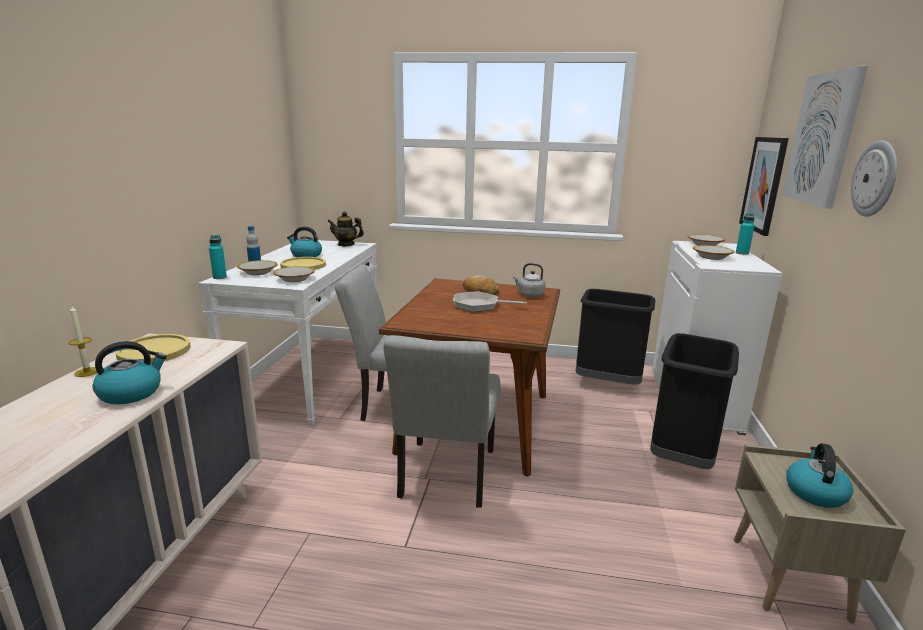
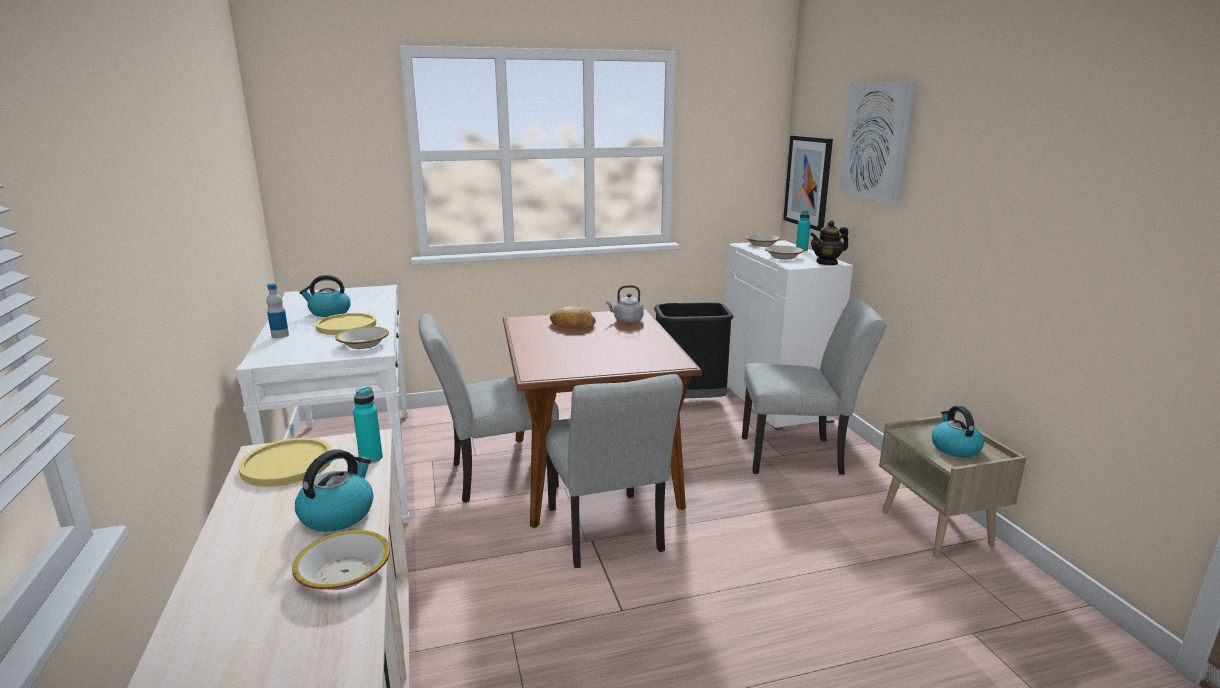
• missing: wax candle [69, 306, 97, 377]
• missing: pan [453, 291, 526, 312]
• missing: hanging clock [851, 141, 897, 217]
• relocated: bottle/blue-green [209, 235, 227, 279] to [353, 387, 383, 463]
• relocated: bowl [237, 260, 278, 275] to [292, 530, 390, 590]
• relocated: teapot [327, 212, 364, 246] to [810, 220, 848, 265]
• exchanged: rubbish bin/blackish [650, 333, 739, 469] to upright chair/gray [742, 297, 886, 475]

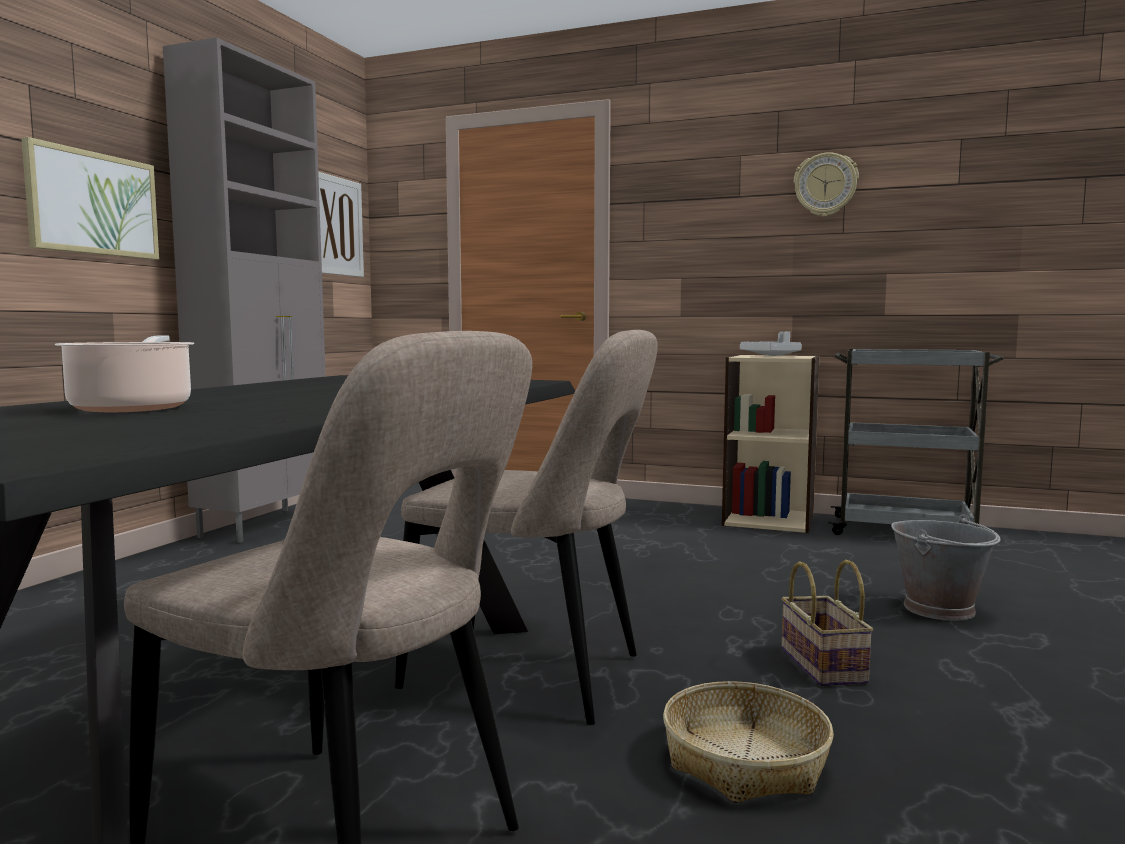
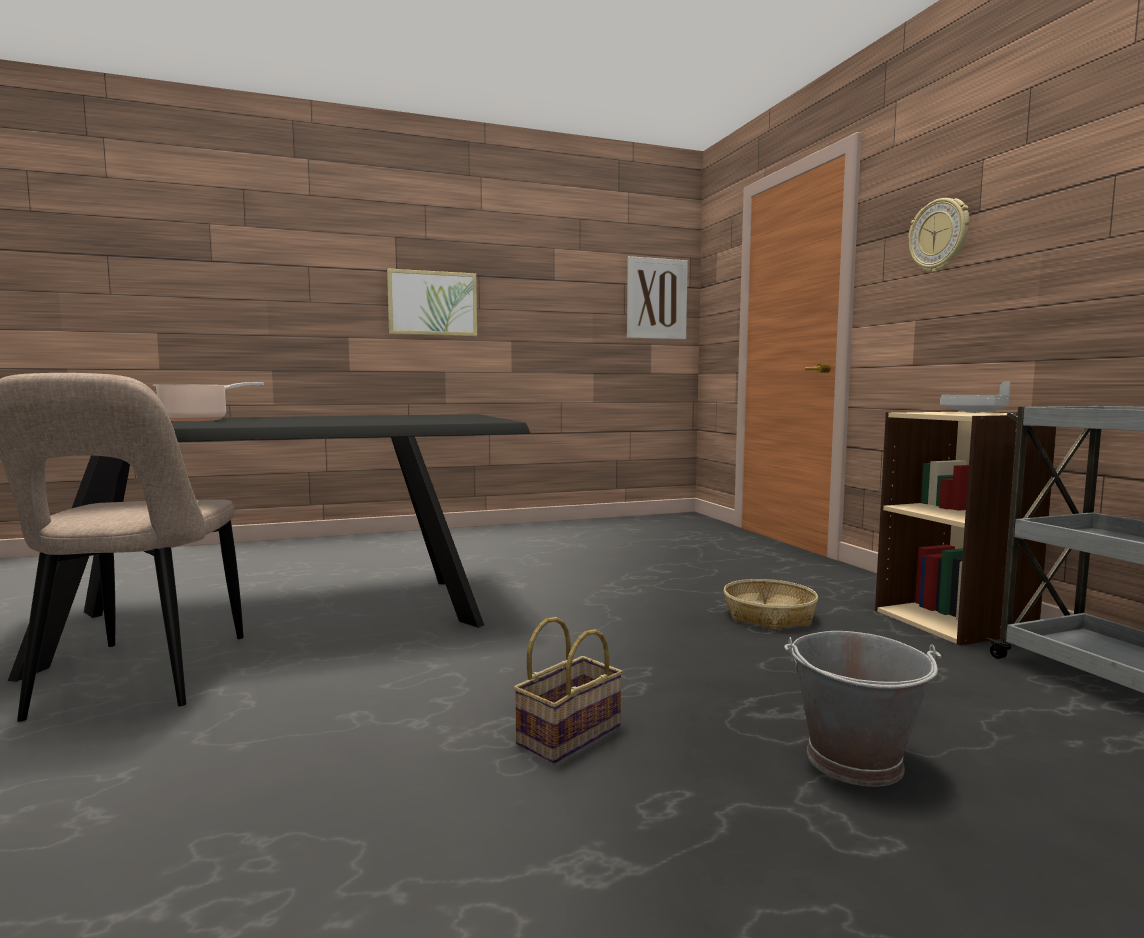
• missing: cupboard/gray [163, 37, 326, 543]
• missing: upright chair/sand-coloured [395, 330, 657, 725]
• relocated: storage basket [663, 681, 834, 803] to [724, 579, 818, 630]
• relocated: hanging clock [794, 152, 859, 217] to [908, 198, 969, 272]

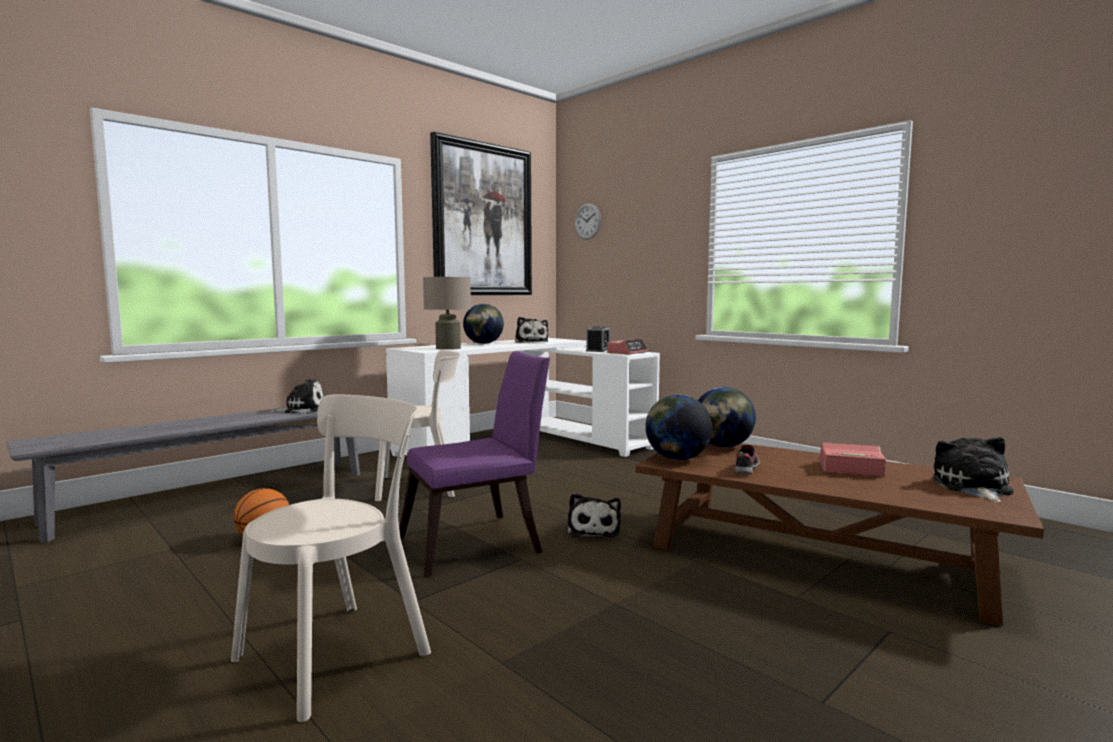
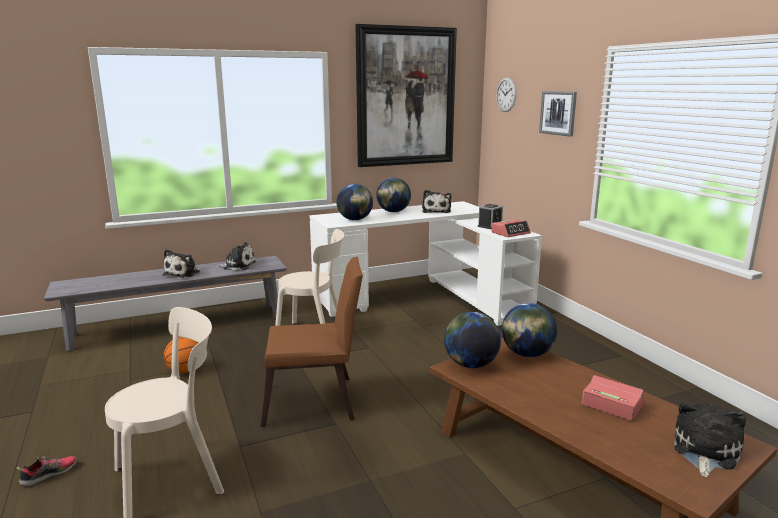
• appeared: picture [539, 91, 577, 137]
• relocated: cuddly toy [568, 493, 621, 537] to [163, 249, 200, 278]
• relocated: item of footwear [735, 444, 760, 474] to [16, 456, 77, 487]
• exchanged: lamp for a table/sand-coloured [423, 277, 471, 350] to globe [336, 184, 373, 220]
• colour: upright chair/purplish [399, 351, 550, 577] to upright chair/brownish [261, 257, 363, 427]

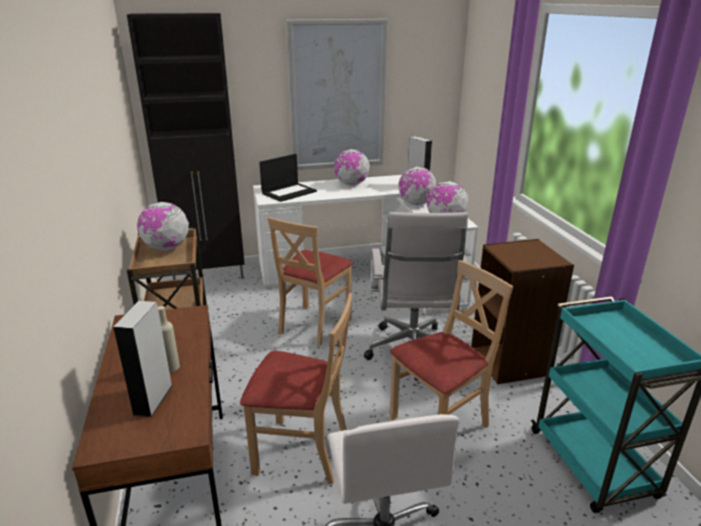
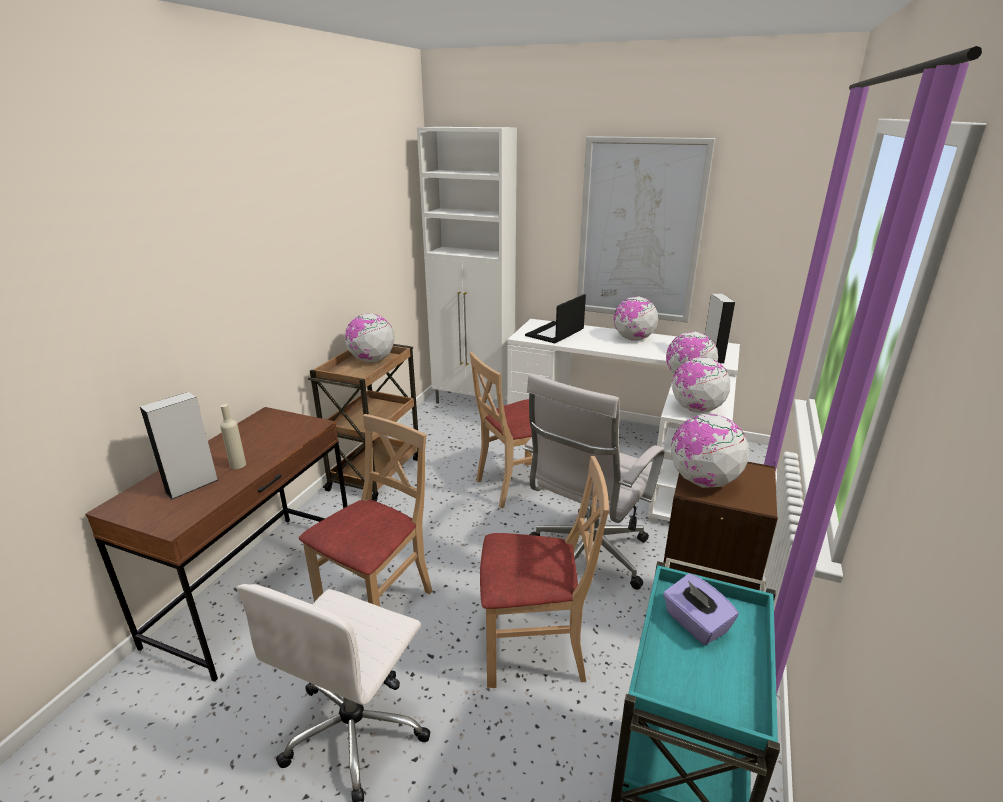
• appeared: tissue holder/purplish [663, 573, 739, 645]
• appeared: globe [671, 414, 749, 488]
• colour: cupboard/blackish [127, 13, 245, 280] to cupboard/whitish [417, 127, 517, 404]
• spun: upright chair/sand-coloured [240, 293, 352, 484] = [299, 414, 432, 607] 105 degrees counterclockwise
• spun: laptop [259, 154, 317, 202] = [525, 294, 586, 343] 135 degrees clockwise

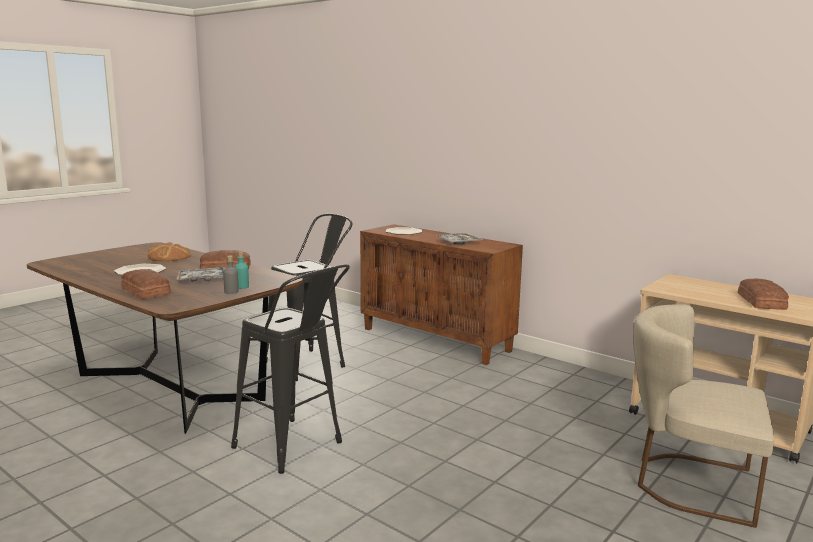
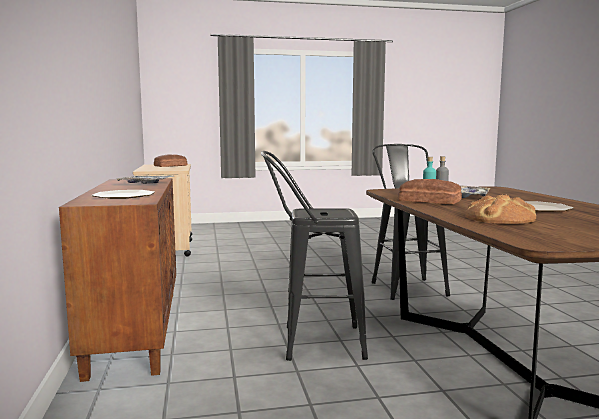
• missing: bakery bread [121, 269, 171, 299]
• missing: upright chair/sand-coloured [633, 304, 774, 528]

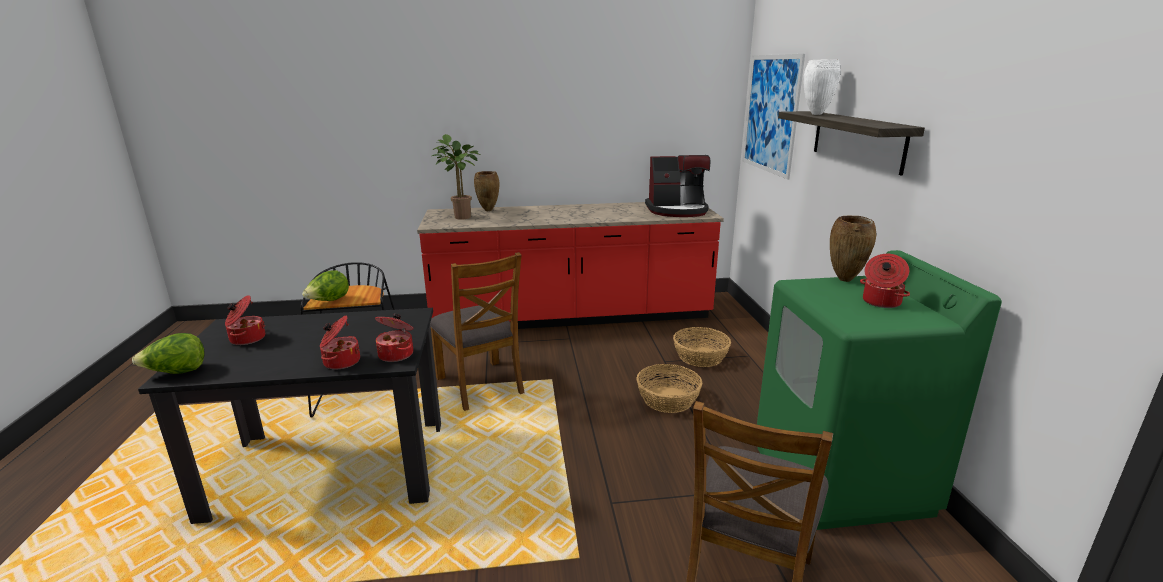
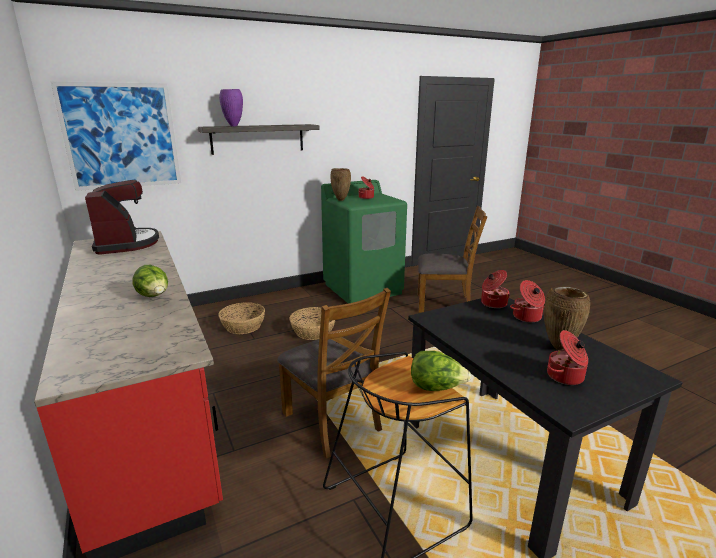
• missing: houseplant [432, 134, 480, 220]
• relocated: lettuce [132, 333, 205, 374] to [132, 265, 168, 297]
• relocated: vase/brownish [474, 171, 499, 211] to [544, 286, 590, 350]
• colour: vase/whitish [804, 60, 841, 115] to vase/purplish [219, 89, 243, 126]
• spun: upright chair/brownish [430, 252, 525, 411] = [277, 288, 391, 459] 105 degrees clockwise

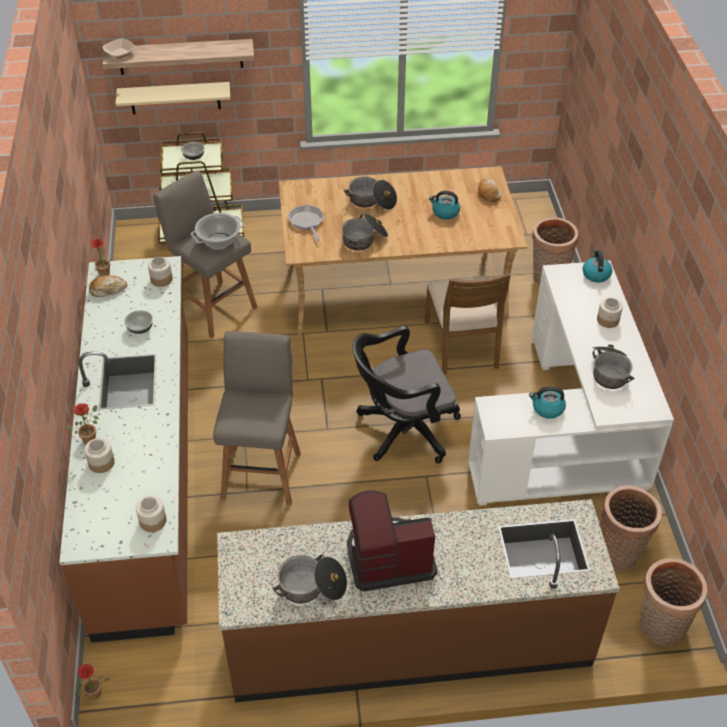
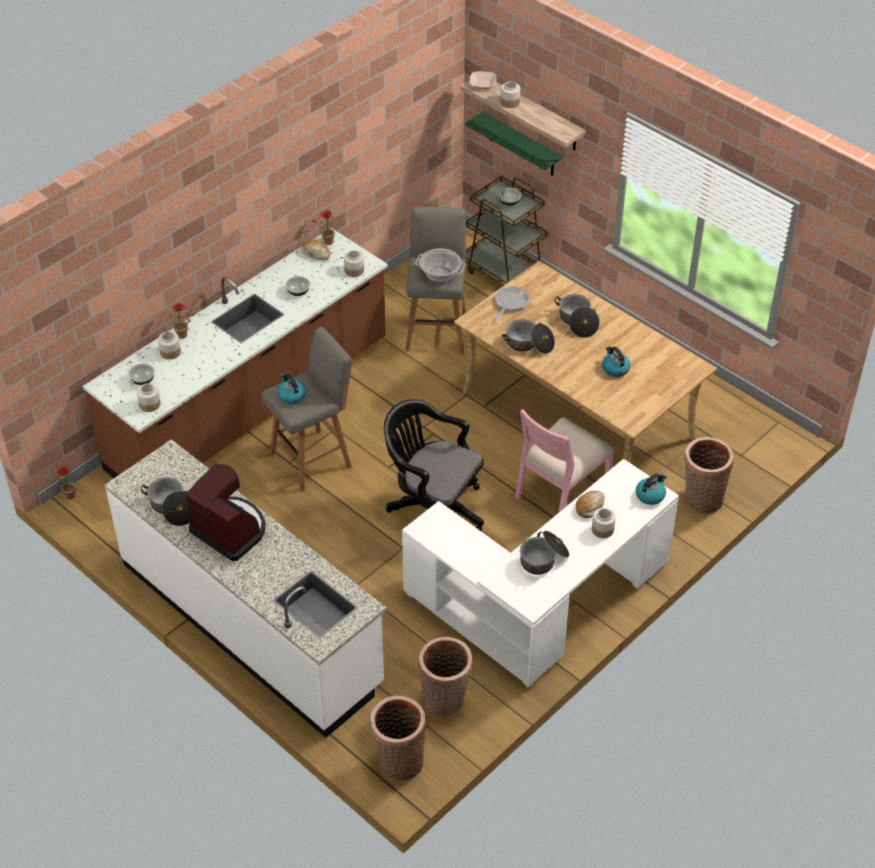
• appeared: bowl [129, 364, 154, 385]
• appeared: preserve jar [501, 81, 520, 108]
• relocated: bakery bread [478, 179, 501, 202] to [576, 491, 604, 518]
• relocated: kettle [529, 386, 566, 419] to [278, 373, 306, 404]
• colour: bracket shelf/sand-coloured [115, 82, 230, 114] to bracket shelf/greenish [465, 112, 563, 176]
• colour: kitchen base unit/brownish [217, 499, 620, 702] to kitchen base unit/whitish [104, 439, 387, 738]
• colour: upright chair/brownish [425, 273, 510, 374] to upright chair/pinkish [515, 409, 614, 513]

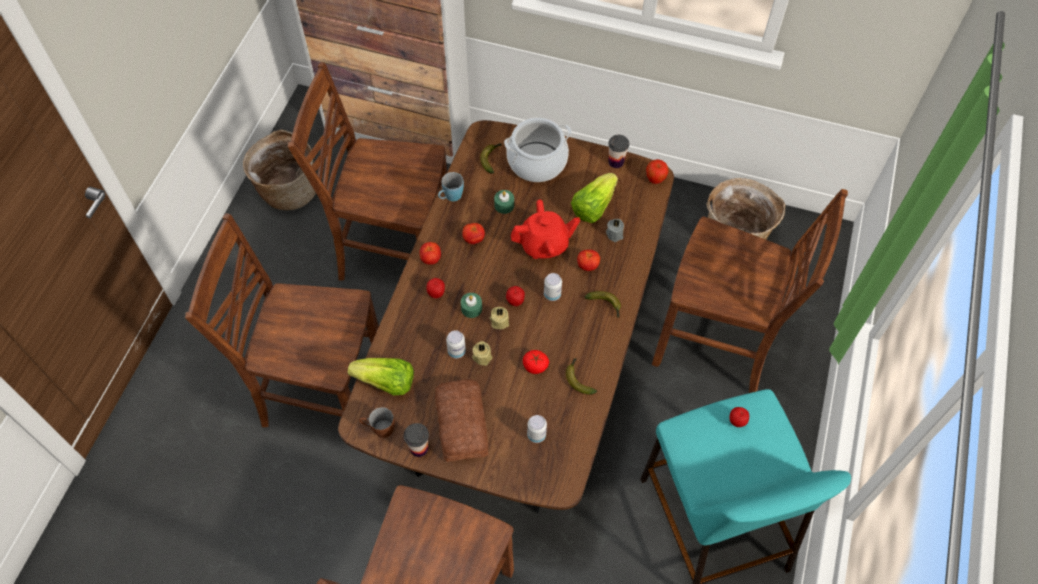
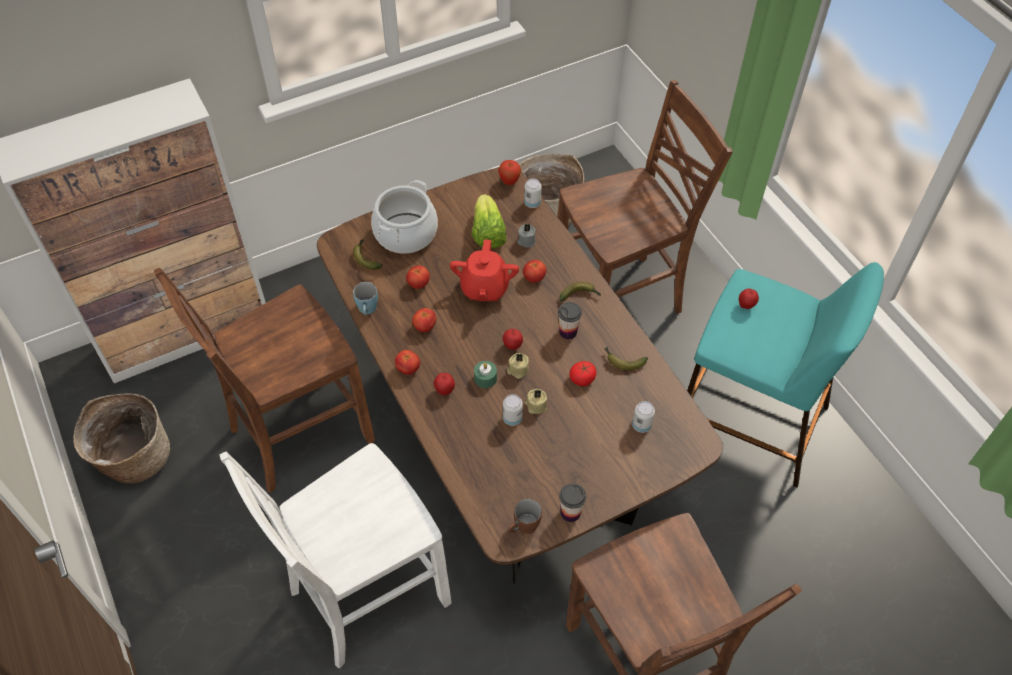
• missing: lettuce [348, 358, 414, 395]
• missing: bakery bread [435, 379, 488, 462]
• relocated: can [544, 273, 562, 301] to [524, 178, 542, 208]
• relocated: drinking cup [608, 135, 629, 168] to [558, 302, 582, 339]
• exchanged: wax candle/greenish [494, 190, 514, 214] to whole tomato [406, 265, 430, 289]
• colour: upright chair/brownish [185, 213, 379, 427] to upright chair/whitish [220, 443, 452, 669]
• spun: teapot/reddish [511, 199, 580, 259] = [450, 239, 519, 301] 150 degrees clockwise

